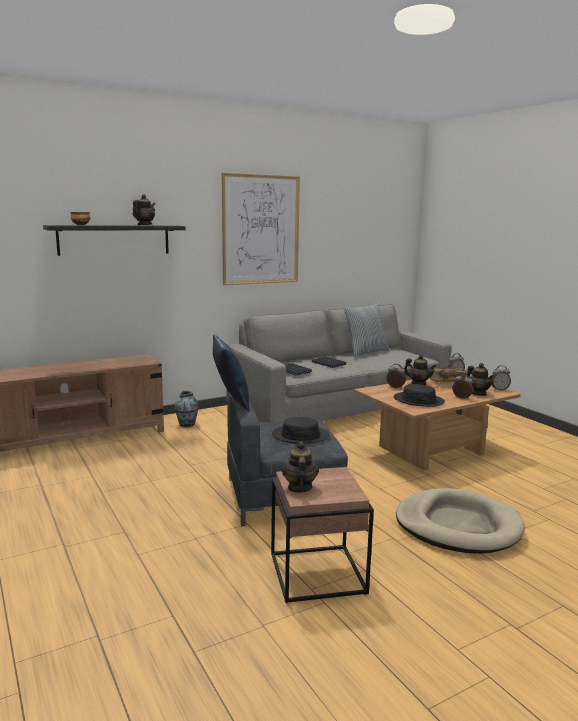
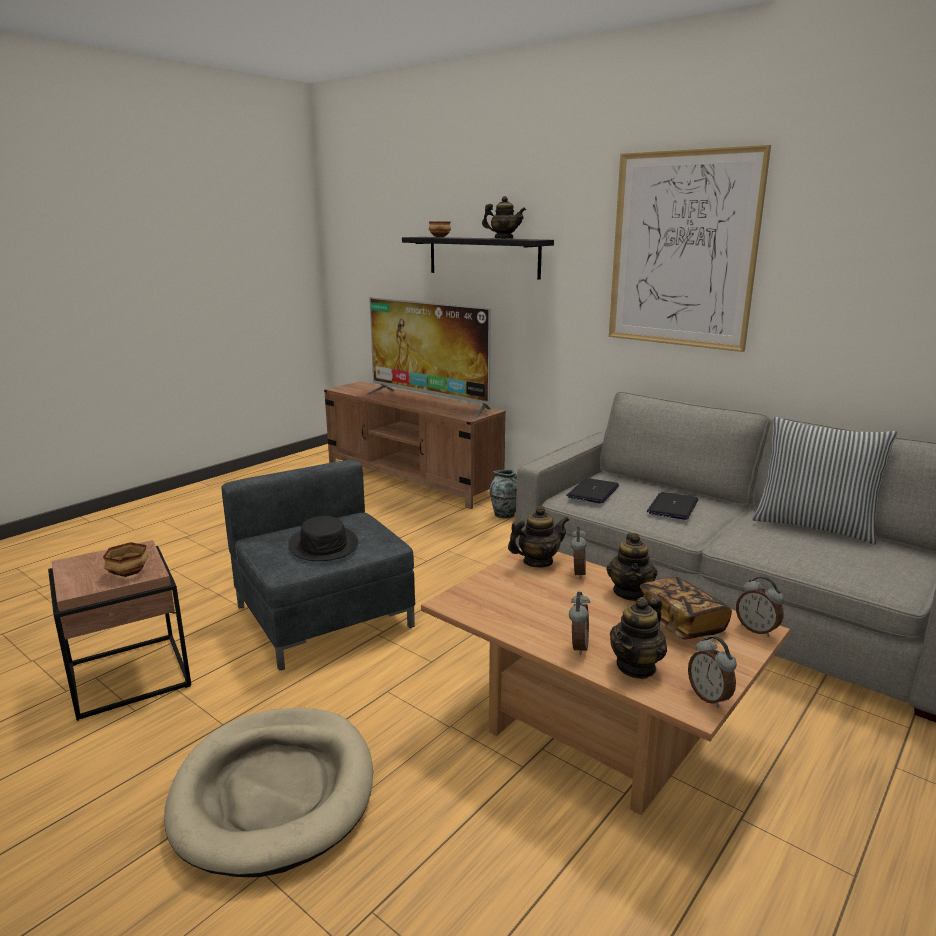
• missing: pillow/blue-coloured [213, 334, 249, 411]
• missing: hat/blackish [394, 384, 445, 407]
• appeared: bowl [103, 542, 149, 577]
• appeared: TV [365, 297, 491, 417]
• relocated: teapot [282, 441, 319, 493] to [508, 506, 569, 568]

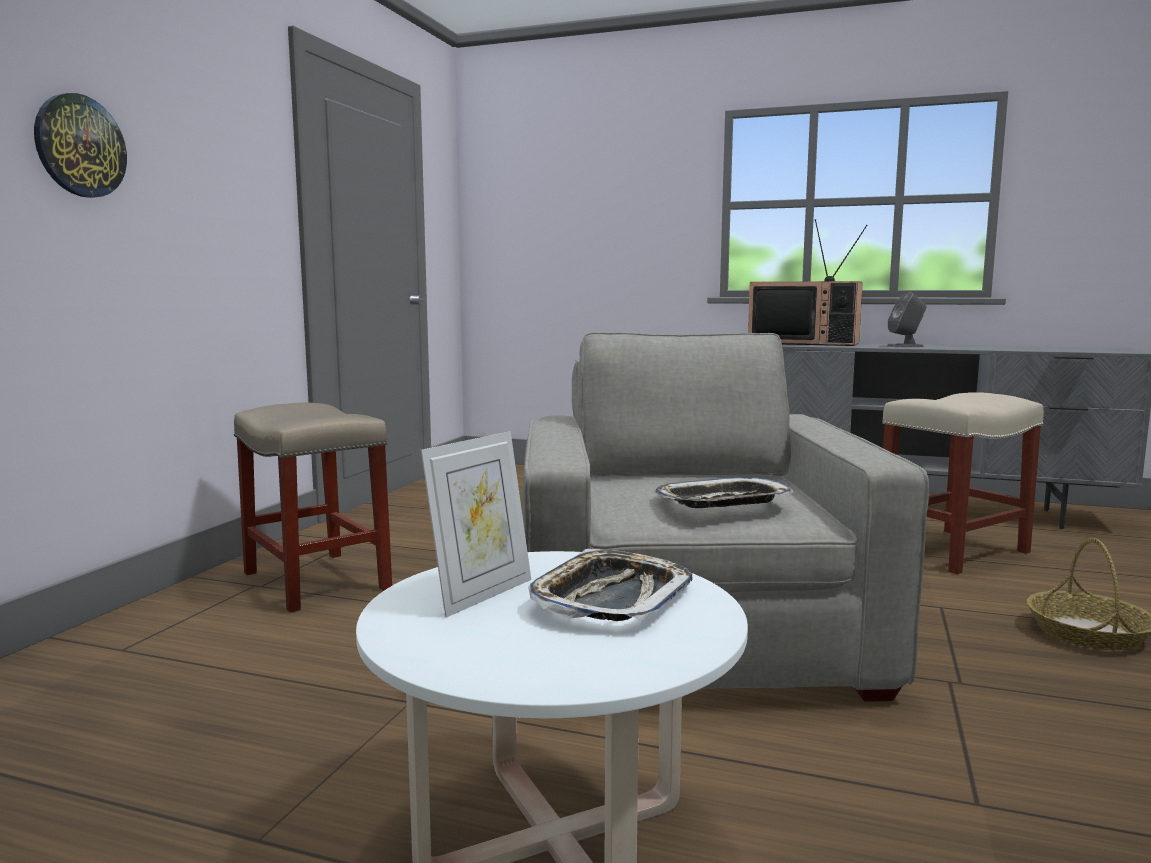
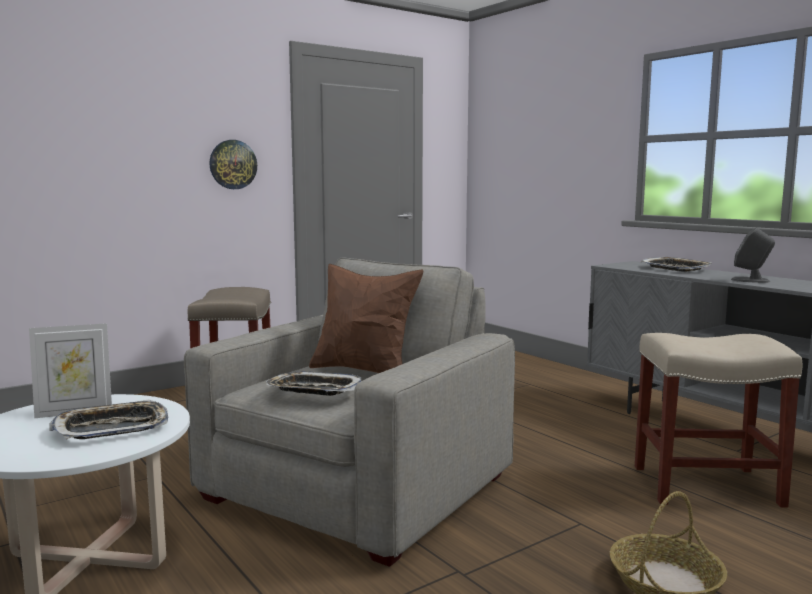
• appeared: pillow/brownish [309, 264, 423, 373]
• relocated: hanging clock [34, 93, 127, 198] to [209, 140, 257, 189]
• exchanged: TV [748, 219, 868, 346] to serving tray [640, 257, 712, 272]

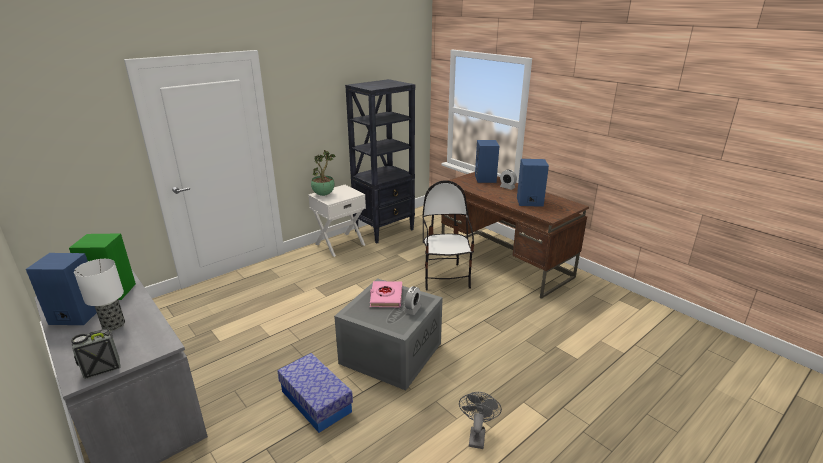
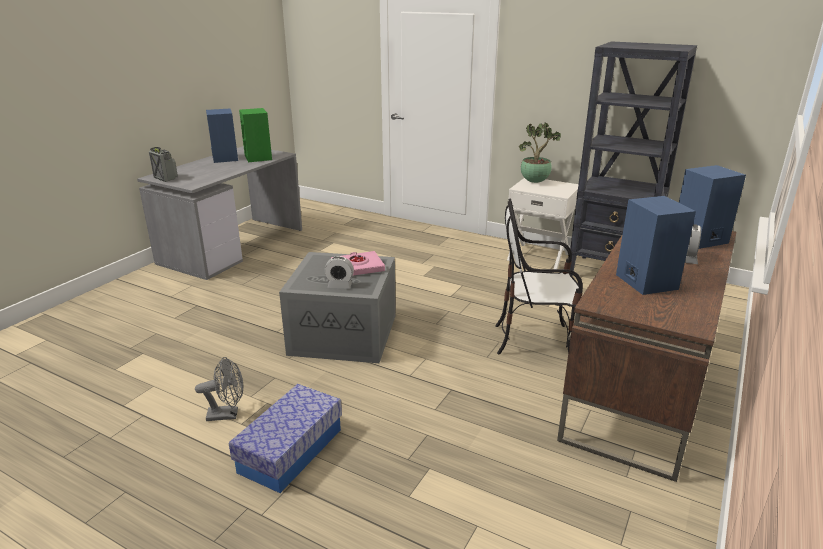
• missing: lamp for a table [74, 259, 125, 331]
• relocated: storage container [277, 353, 353, 433] to [229, 384, 342, 493]
• spun: upright chair [422, 180, 474, 291] = [495, 199, 583, 354] 150 degrees counterclockwise

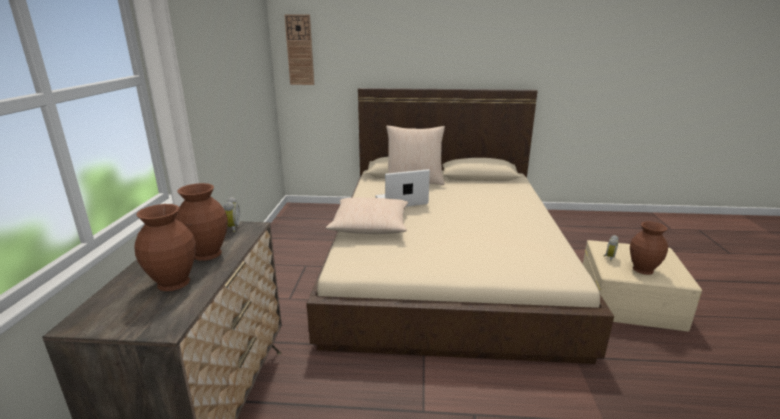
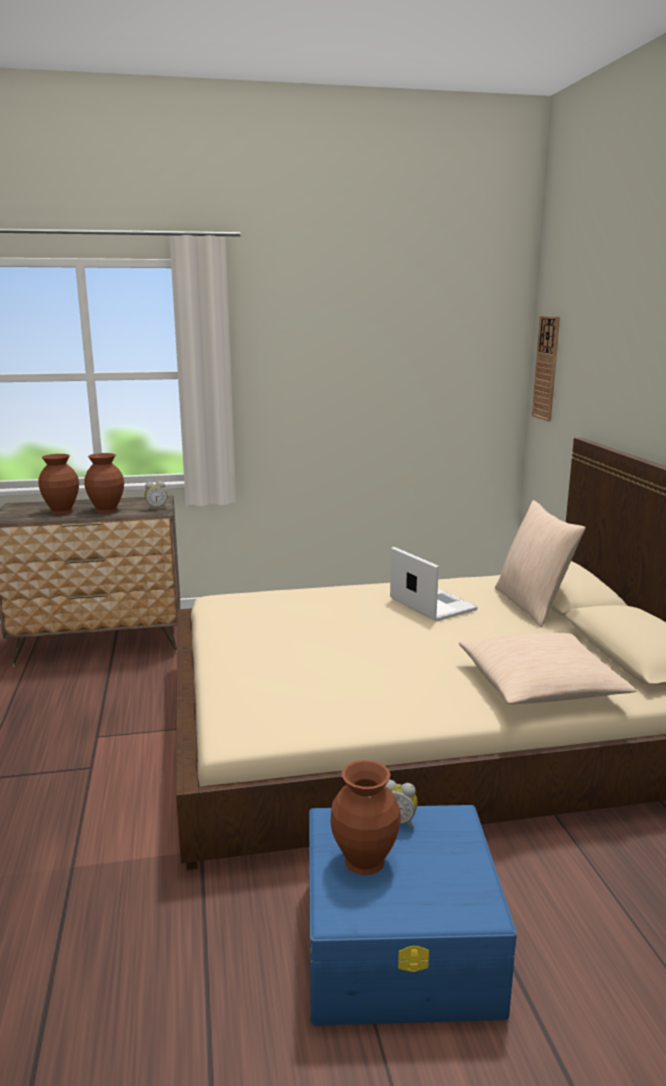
• relocated: pillow/sand-coloured [326, 198, 408, 234] to [459, 633, 636, 705]
• colour: storage container/sand-coloured [583, 240, 702, 332] to storage container/blue-coloured [309, 805, 517, 1026]

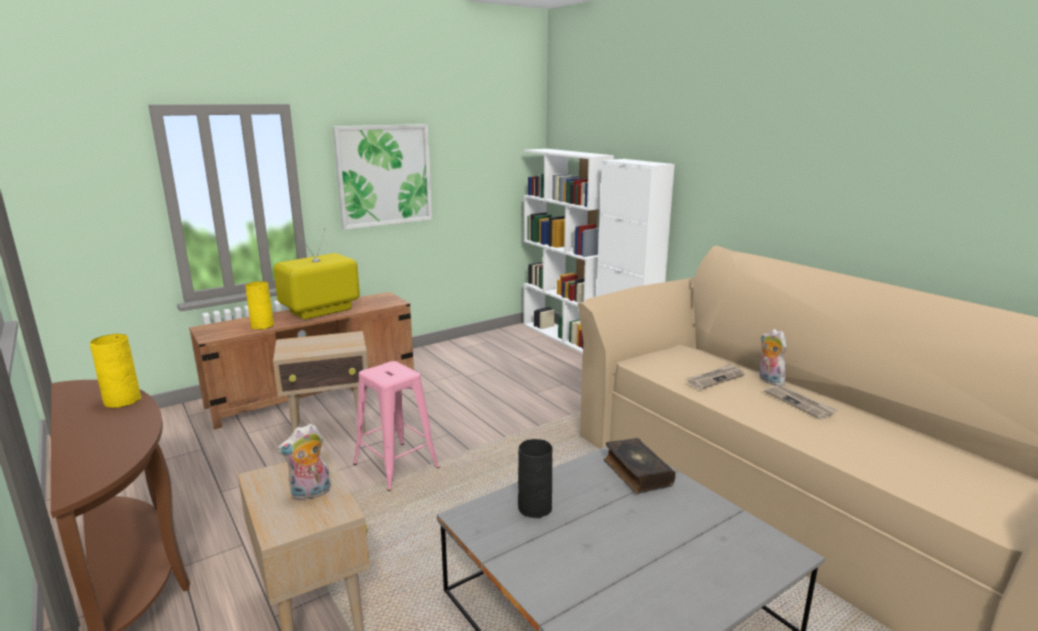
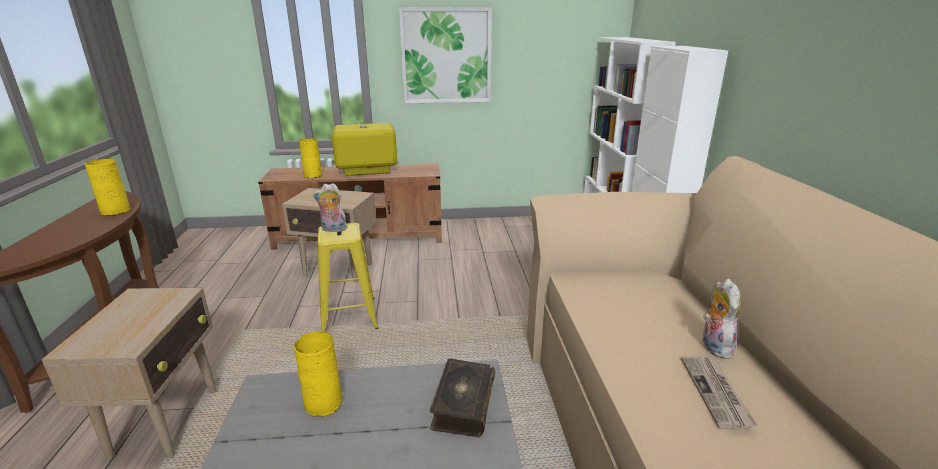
• missing: printed paper [687, 363, 745, 389]
• relocated: cuddly toy [277, 424, 331, 501] to [313, 183, 347, 232]
• colour: sitting stool/pinkish [353, 361, 439, 491] to sitting stool/yellow-coloured [317, 223, 378, 332]
• colour: vase/blackish [518, 439, 553, 518] to vase/yellow-coloured [294, 331, 343, 417]

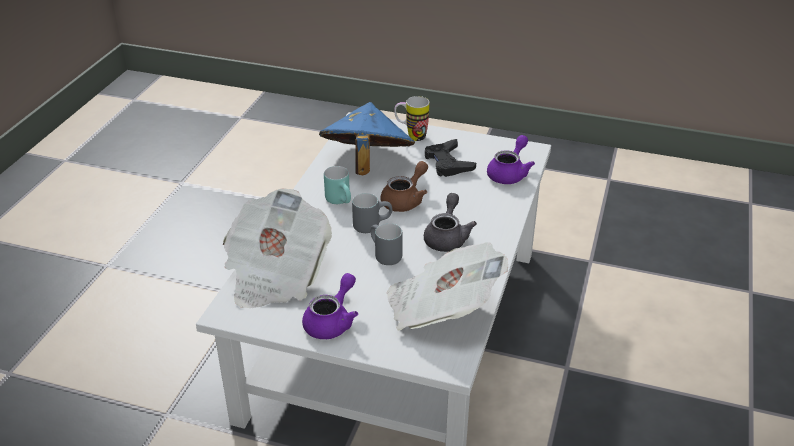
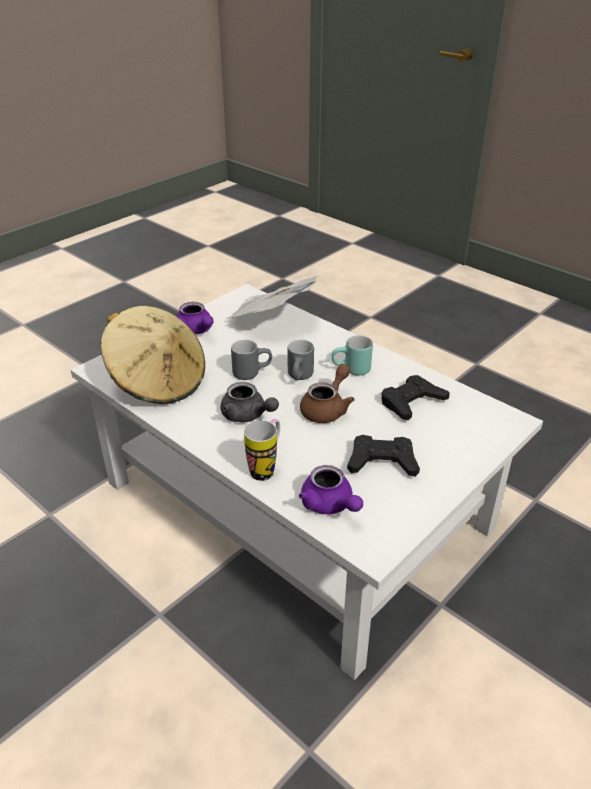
• relocated: coffee mug [394, 96, 429, 141] to [244, 419, 280, 481]
• exchanged: hat/blue-coloured [319, 102, 415, 175] to joypad/blackish [381, 375, 450, 420]
• exchanged: printed paper [387, 242, 508, 330] to hat/sand-coloured [100, 306, 205, 404]
• spun: teapot/brownish [381, 161, 428, 212] = [300, 364, 355, 423] 120 degrees counterclockwise

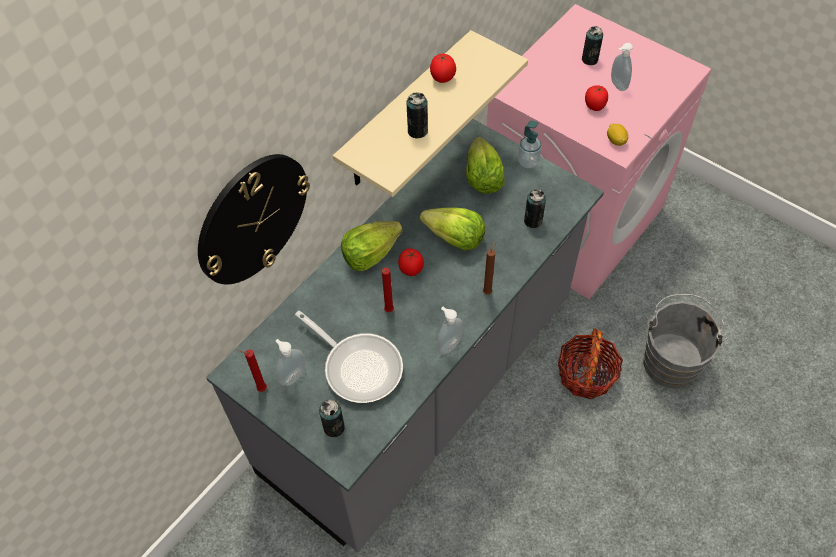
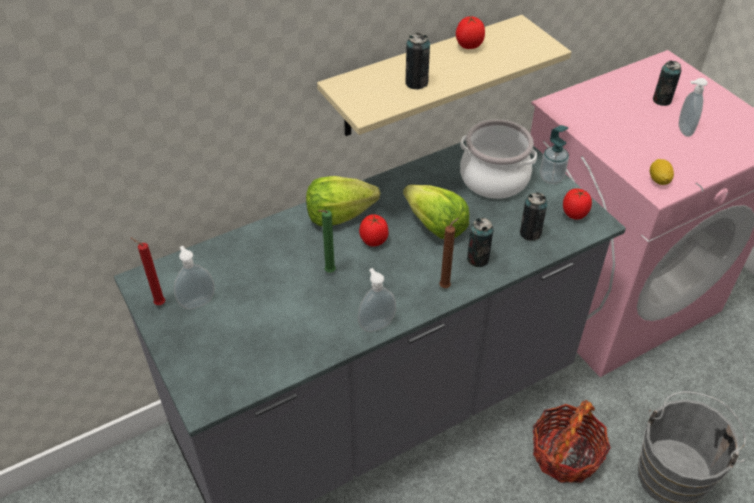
• missing: hanging clock [198, 154, 310, 284]
• missing: pan [295, 310, 403, 403]
• relocated: can [319, 399, 345, 437] to [467, 218, 493, 267]
• relocated: whole tomato [585, 85, 608, 111] to [563, 188, 592, 220]
• exchanged: lettuce [466, 137, 505, 194] to stockpot [460, 119, 537, 199]
• colour: wax candle/reddish [381, 267, 394, 312] to wax candle/greenish [318, 210, 336, 273]

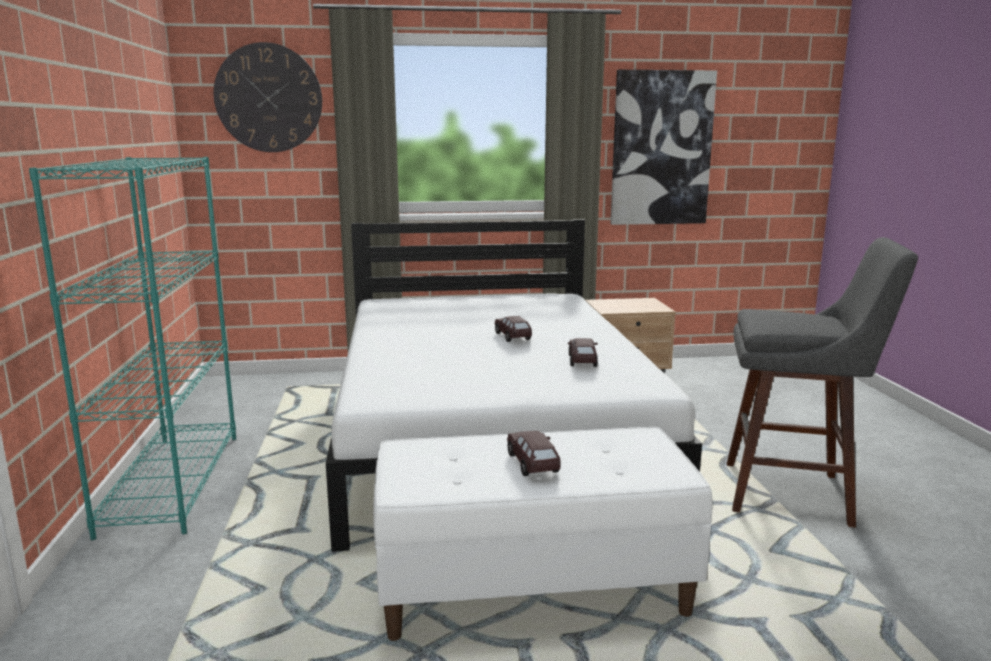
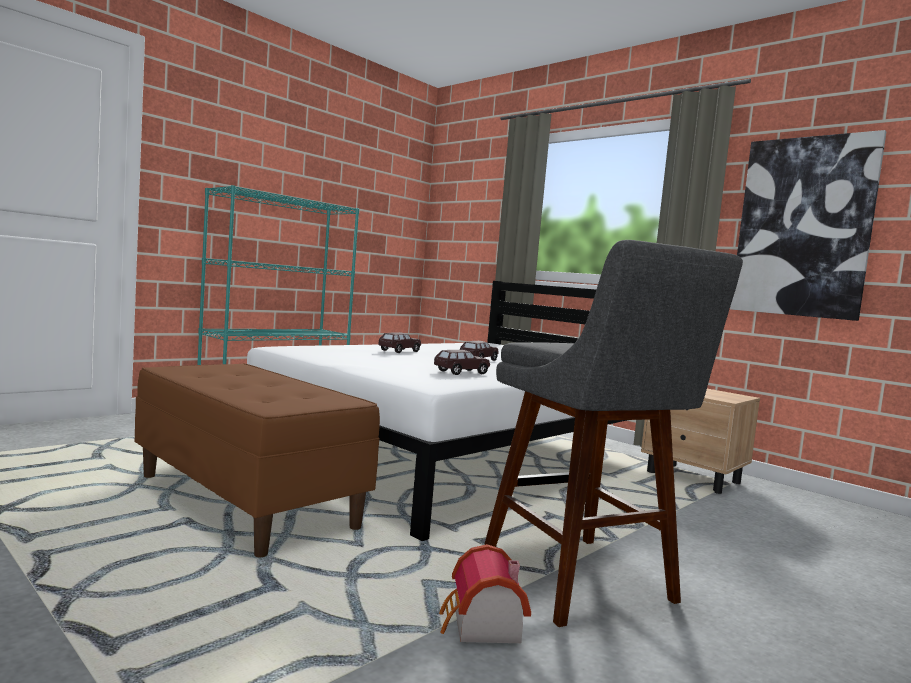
• missing: hanging clock [214, 42, 322, 152]
• appeared: model house [439, 544, 531, 643]
• relocated: toy car/brownish [507, 431, 561, 476] to [378, 332, 421, 353]
• colour: indoor bench/whitish [373, 427, 713, 641] to indoor bench/brownish [135, 363, 380, 557]

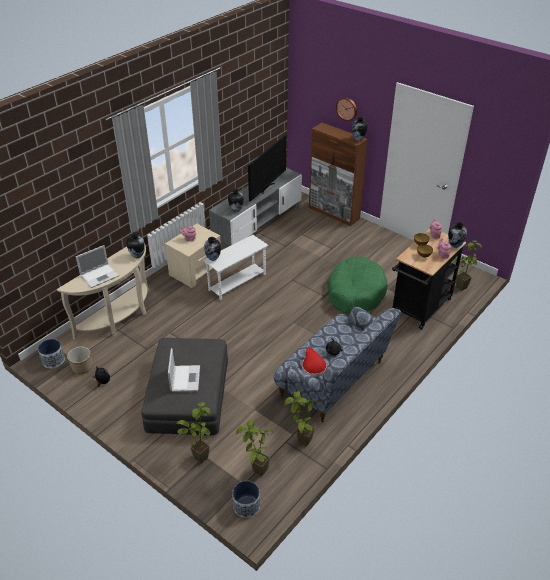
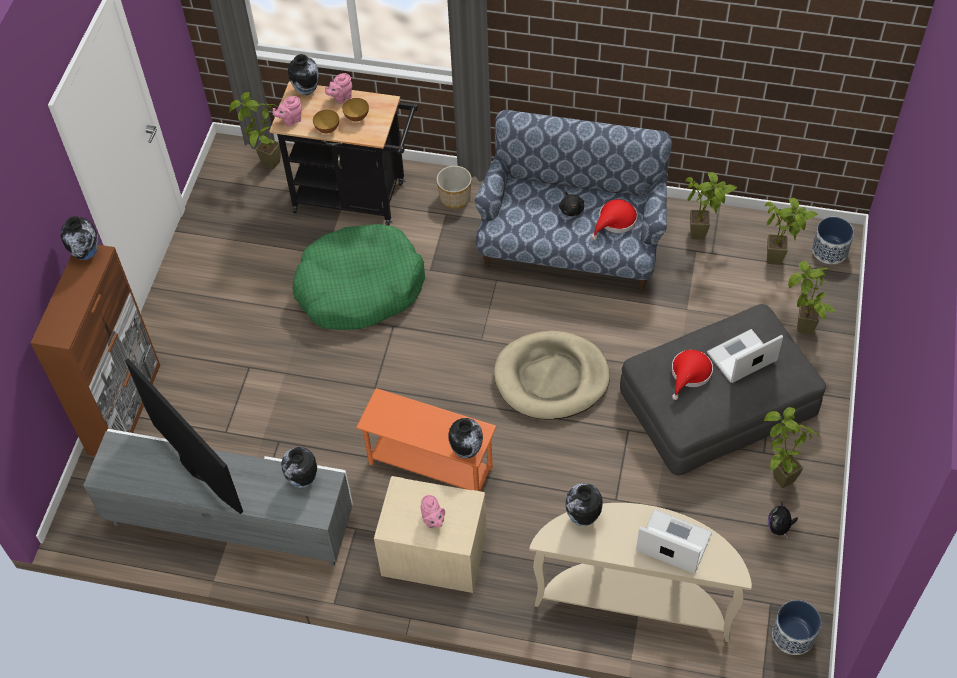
• missing: hanging clock [336, 97, 357, 121]
• appeared: dog bed/sand-coloured [494, 331, 610, 420]
• appeared: hat/reddish [672, 350, 713, 400]
• appeared: houseplant [763, 407, 820, 488]
• relocated: flower pot [67, 347, 92, 374] to [436, 166, 472, 209]
• colour: side table/whitish [203, 235, 268, 300] to side table/orangey [356, 388, 497, 491]
• spun: TV [248, 135, 286, 202] = [125, 359, 243, 514] 45 degrees clockwise

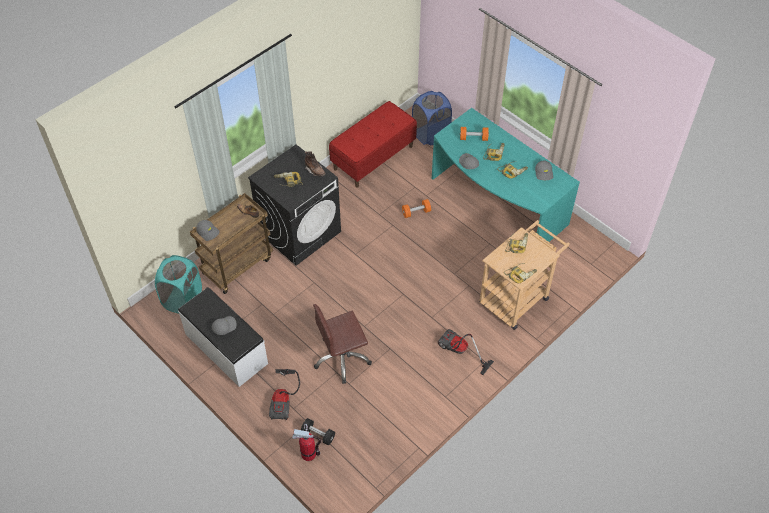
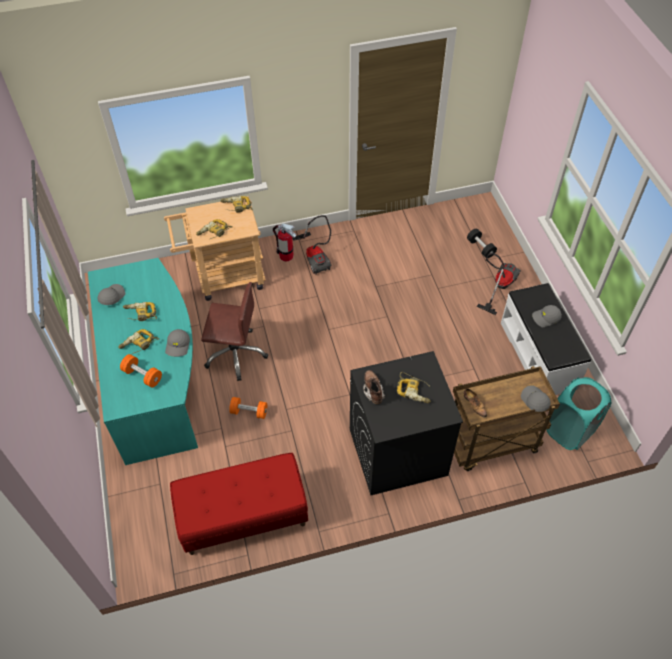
• missing: washing basket/blue-coloured [412, 91, 452, 145]
• relocated: fire-fighting cylinder [292, 424, 322, 461] to [273, 224, 296, 262]
• relocated: desk chair/brownish [313, 304, 372, 384] to [201, 282, 268, 381]

